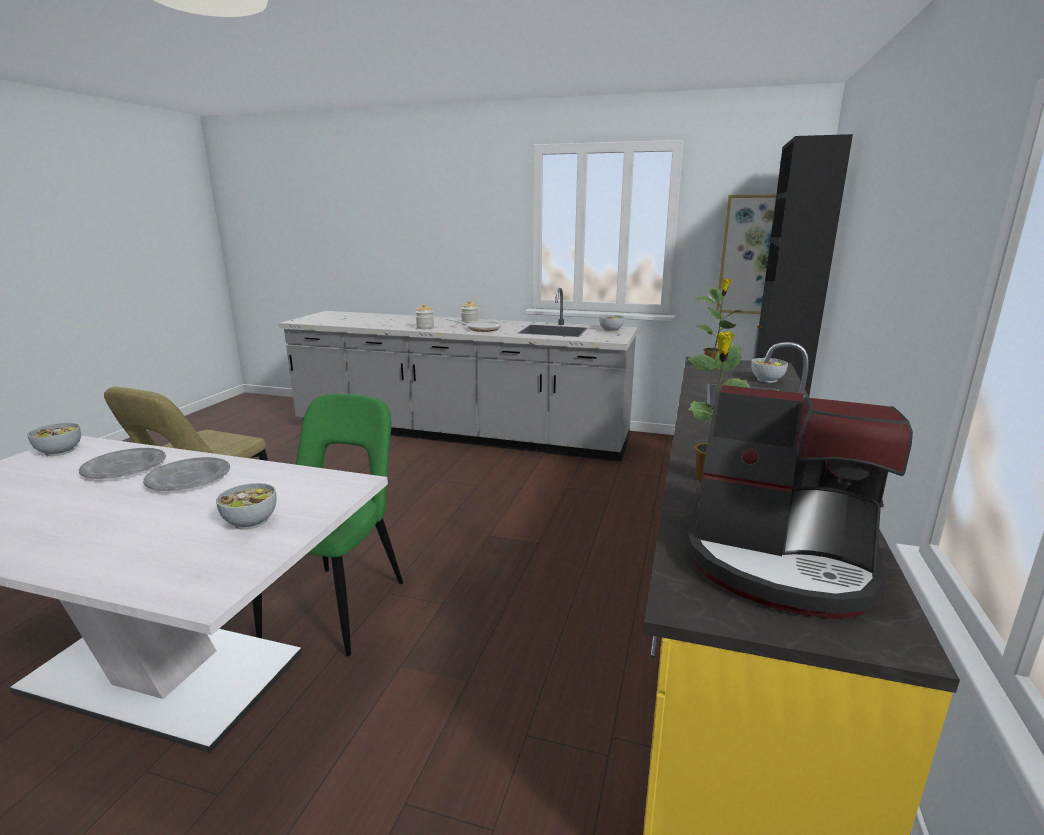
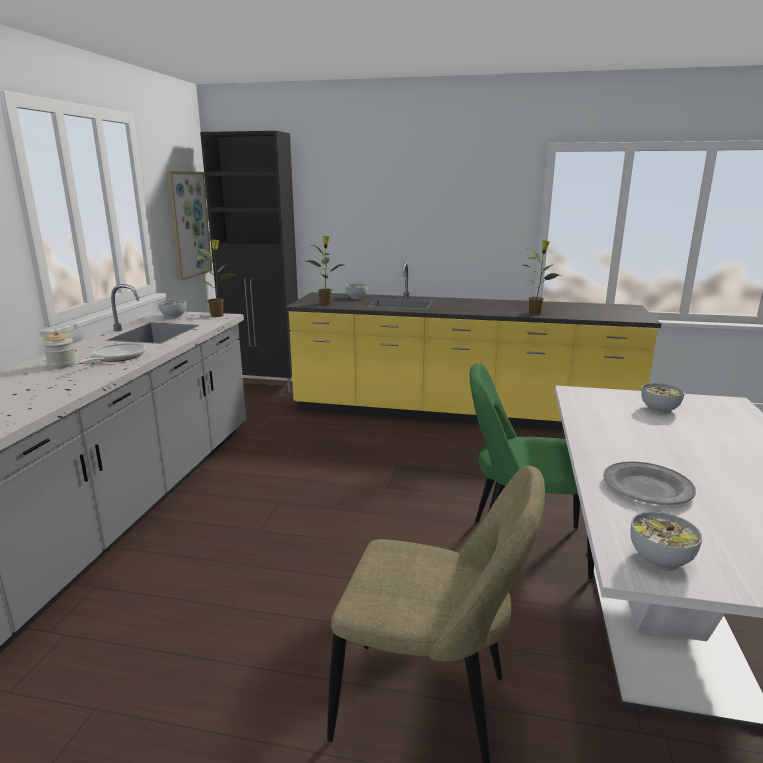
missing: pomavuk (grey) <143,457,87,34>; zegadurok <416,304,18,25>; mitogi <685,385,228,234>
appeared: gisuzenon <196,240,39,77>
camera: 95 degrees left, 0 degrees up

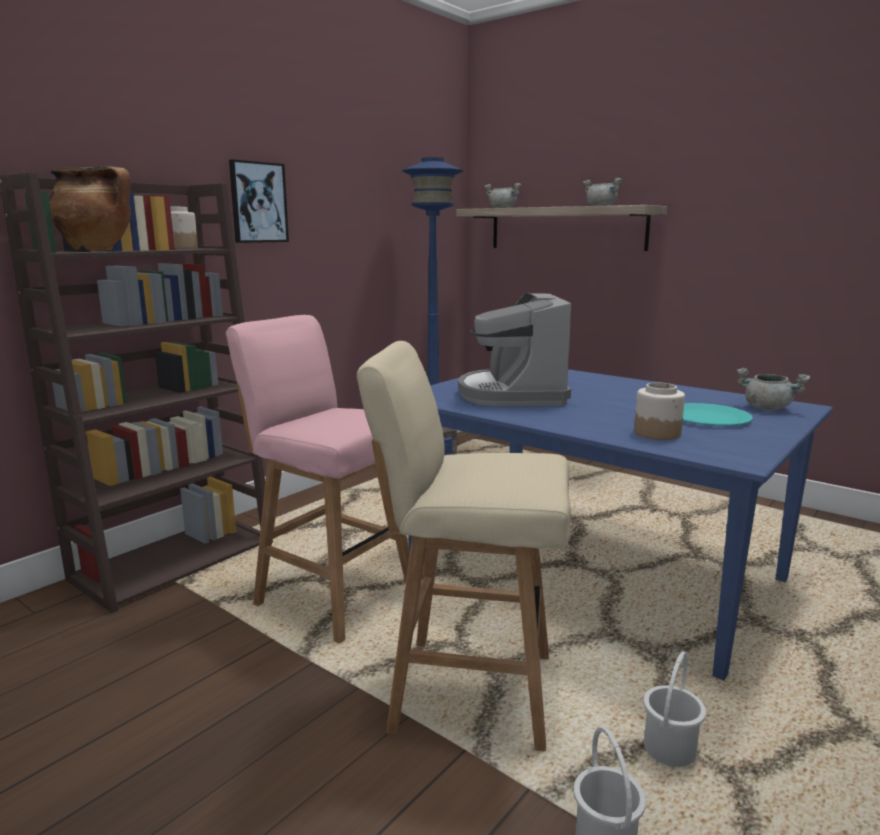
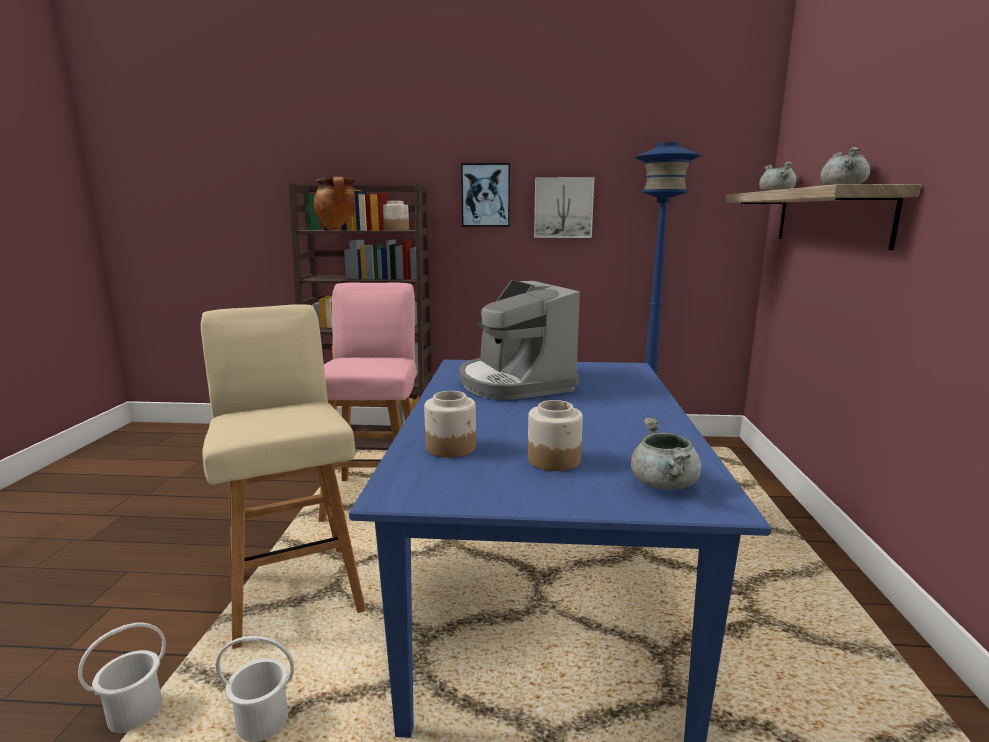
appeared: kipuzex <534,177,61,61>
exchanged: pomavuk (turquoise) <683,403,70,23> to zegadurok <528,400,55,71>
spun: mitogi <458,292,113,114> = <459,280,121,120> 75 degrees counterclockwise
camera: 55 degrees right, 0 degrees up

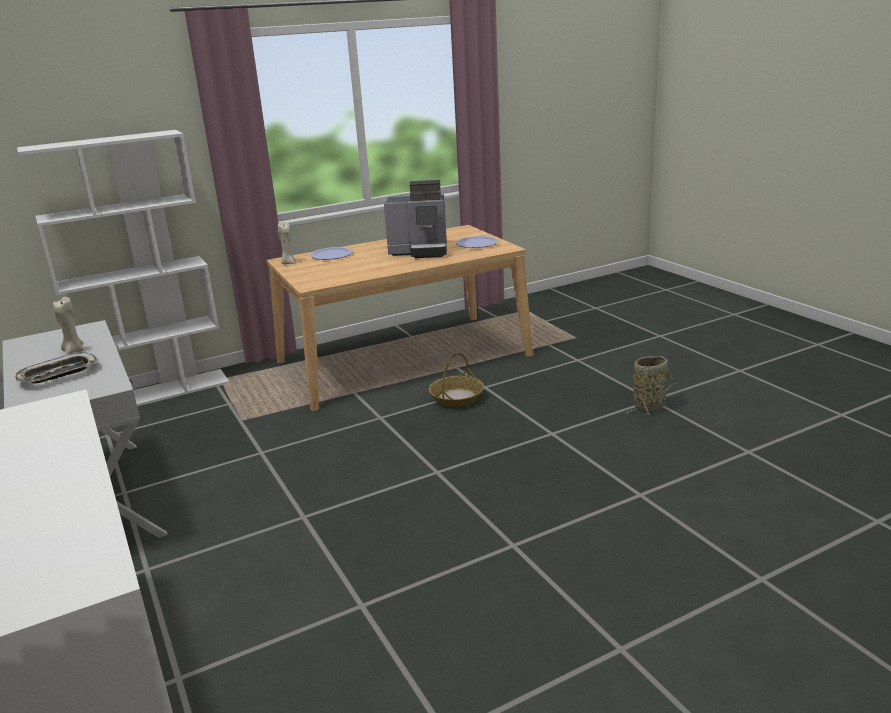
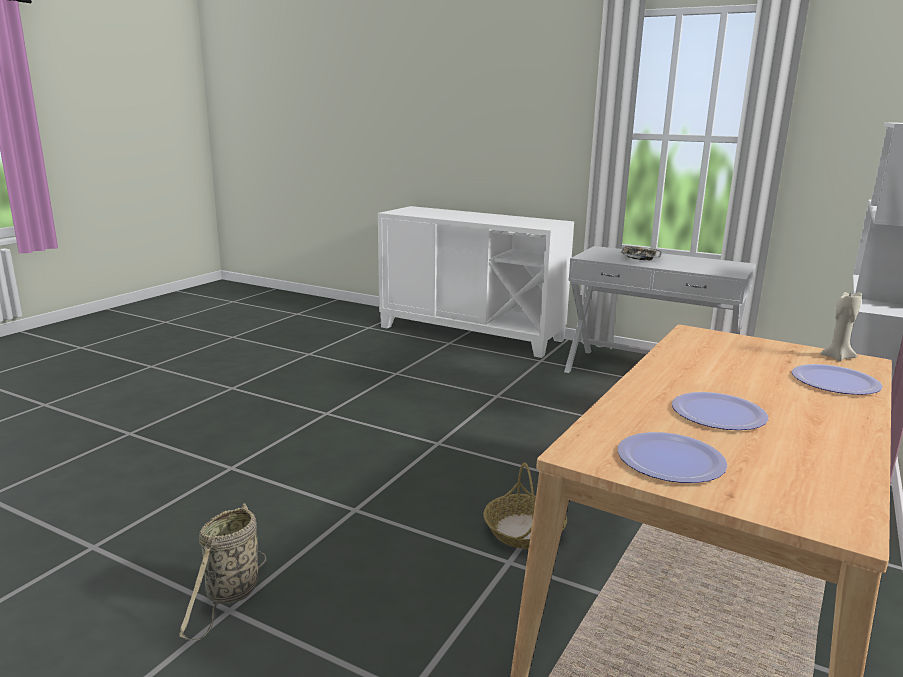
missing: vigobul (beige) <53,297,30,57>
exchanged: mitogi <384,180,63,78> to pomavuk <672,392,97,38>
camera: 145 degrees right, 5 degrees down

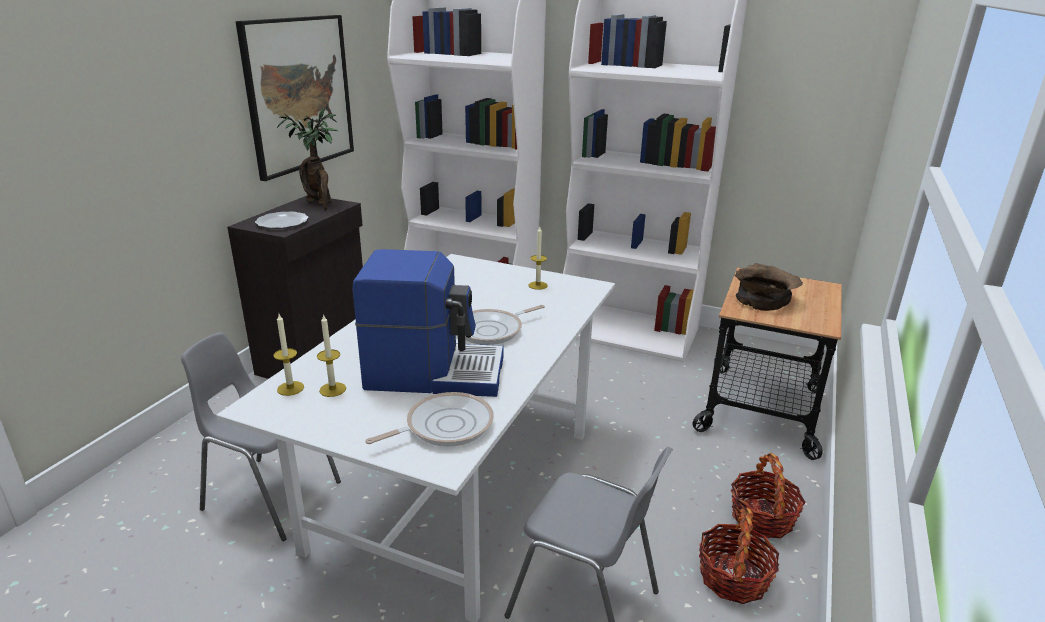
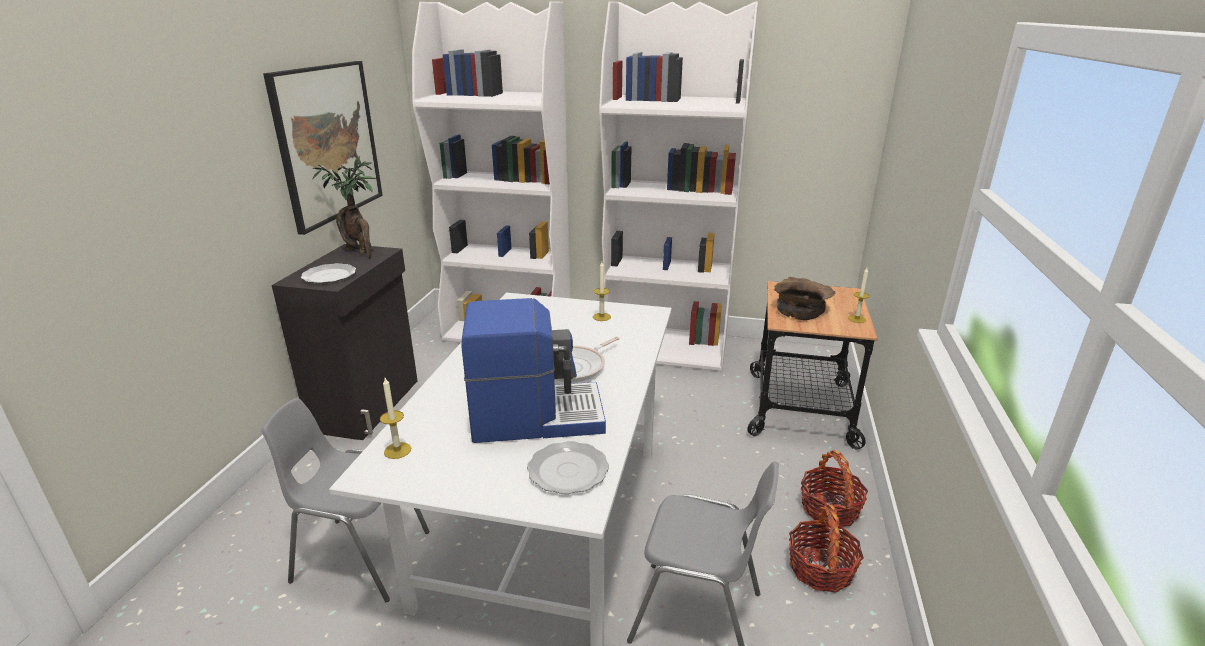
relocated: vigobul <317,314,29,83> to <848,268,22,55>
exchanged: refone <365,392,129,55> to pomavuk <527,441,82,53>
camera: 10 degrees left, 0 degrees up

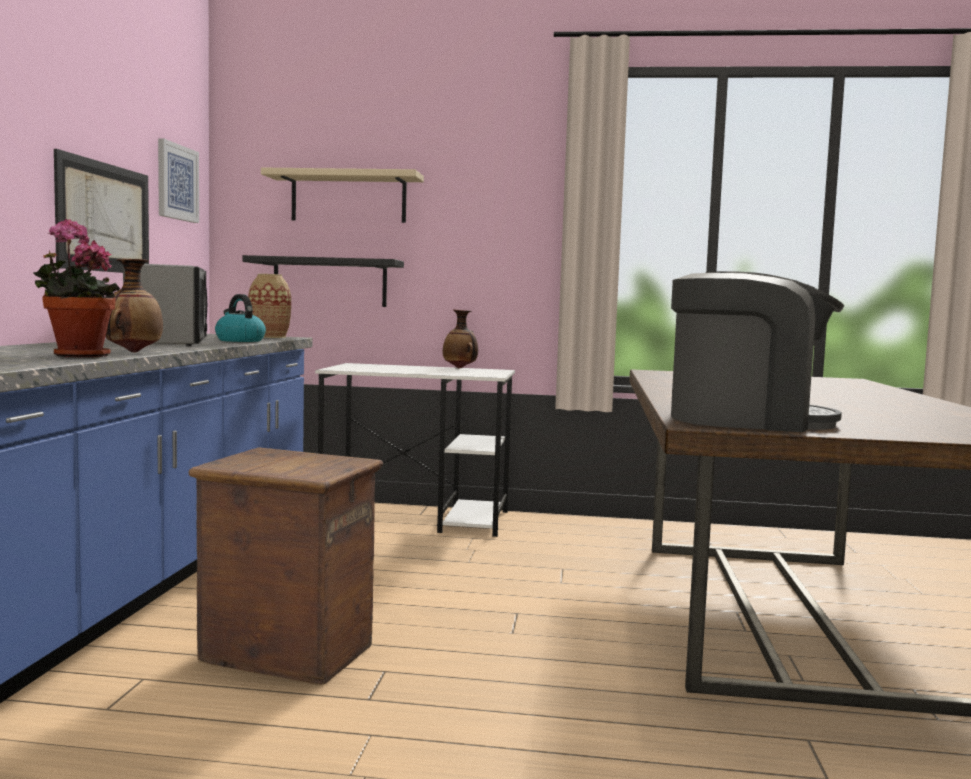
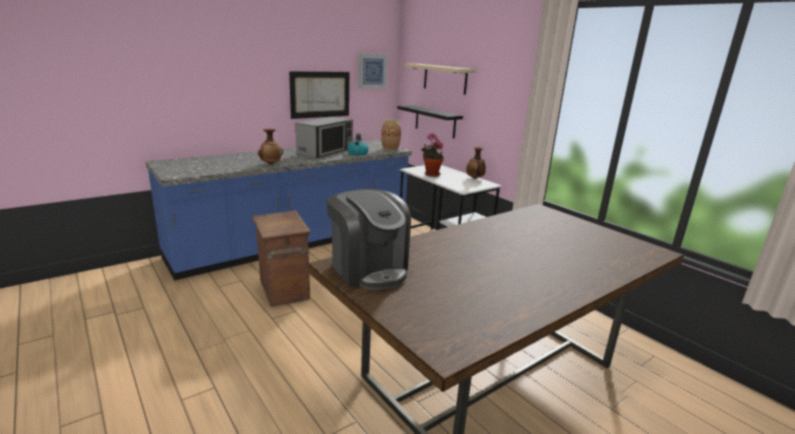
relocated: gisuzenon <34,219,86,139> to <421,133,23,44>
camera: 45 degrees right, 15 degrees up

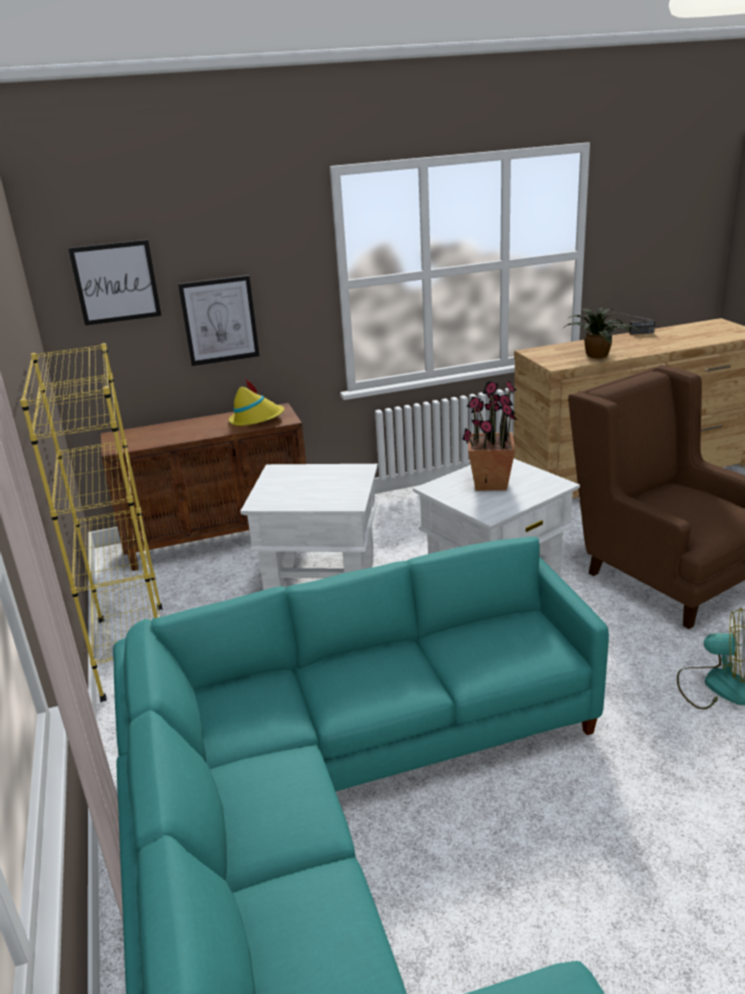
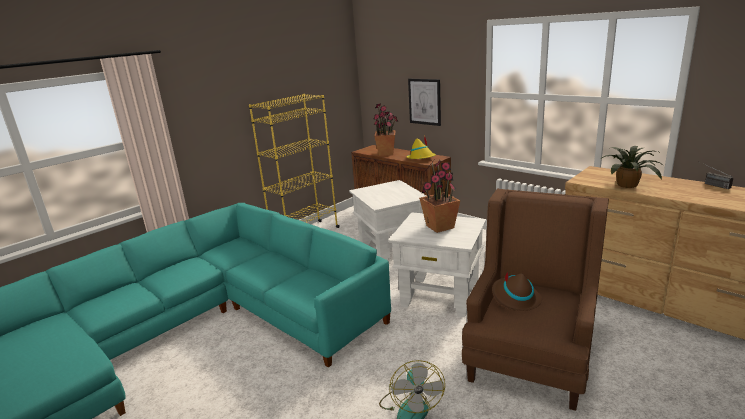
missing: kipuzex <68,240,93,86>
appeared: gisuzenon <373,103,25,53>; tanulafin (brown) <492,273,50,38>
camera: 60 degrees right, 5 degrees down

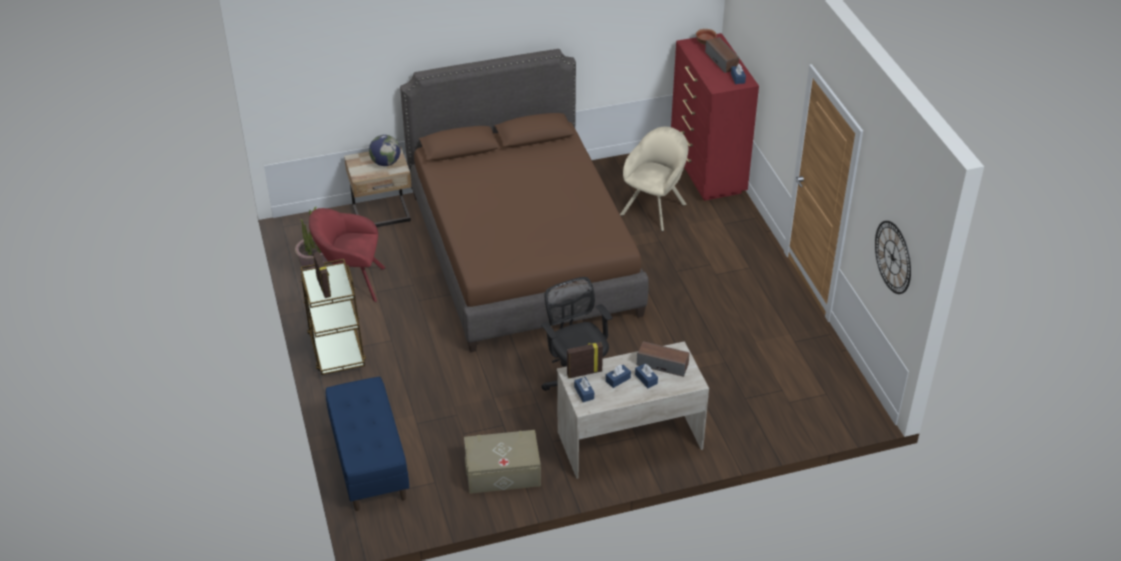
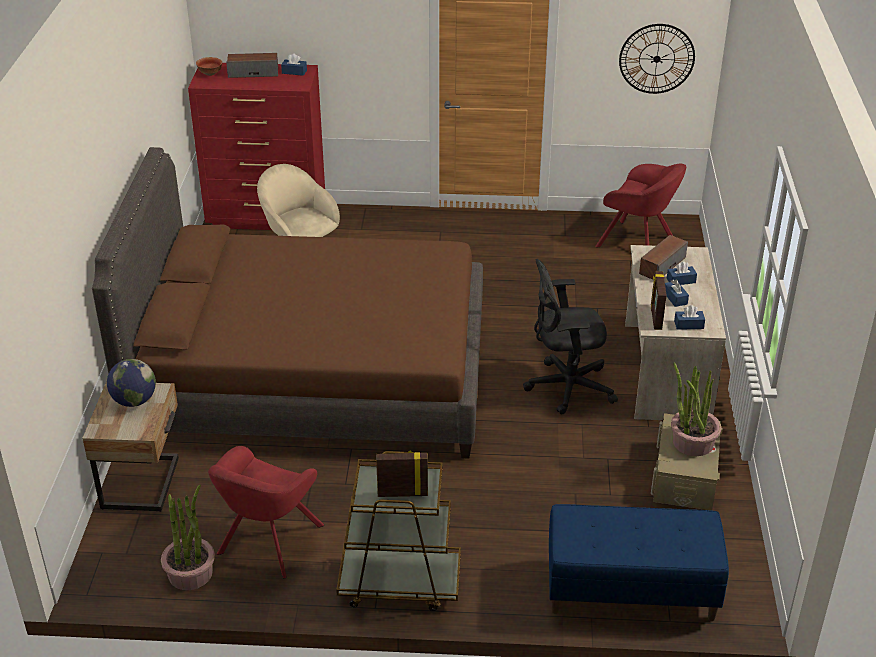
appeared: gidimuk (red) <595,164,91,84>; gisuzenon <671,363,50,93>
camera: 70 degrees left, 5 degrees down

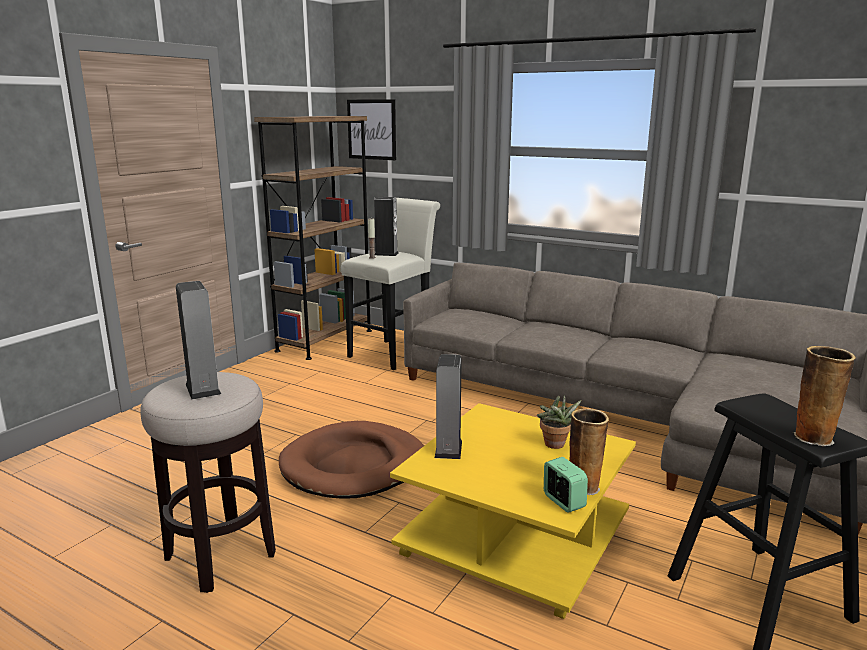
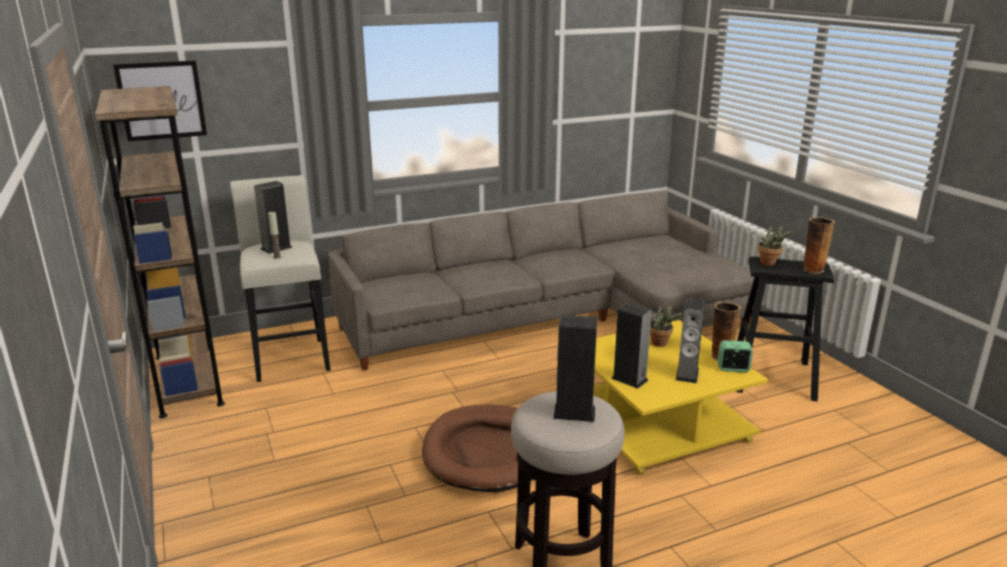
appeared: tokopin <676,298,29,85>; gisuzenon <758,224,35,42>
camera: 55 degrees left, 5 degrees up

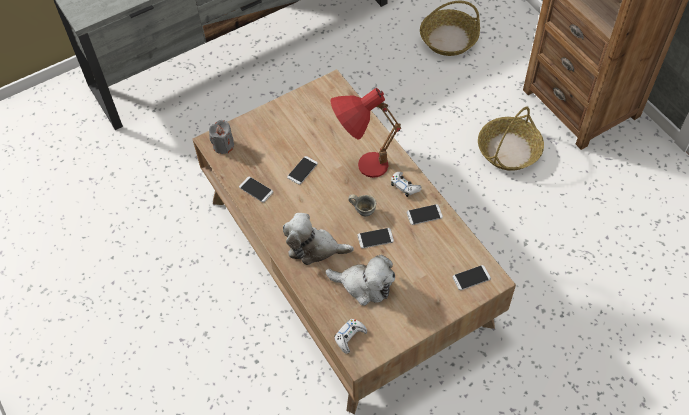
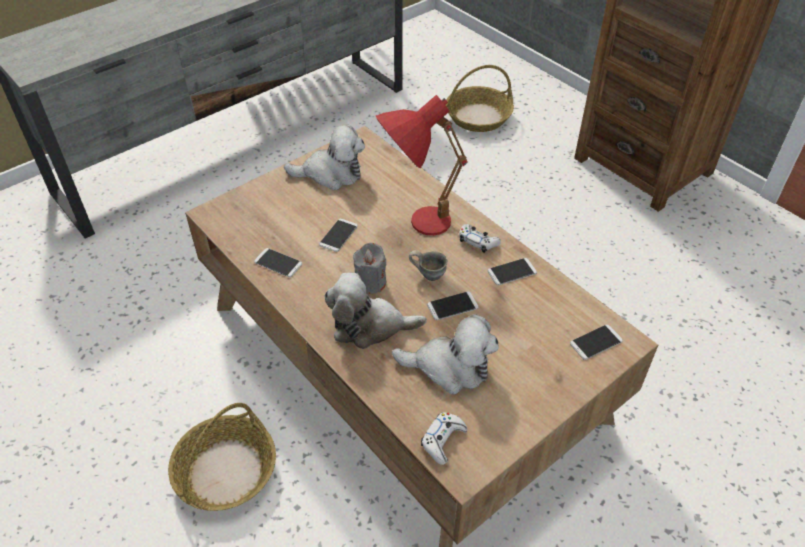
appeared: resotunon <284,124,81,66>
relocated: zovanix <478,107,66,64> to <168,403,108,108>; vigobul (grey) <209,120,25,34> to <353,243,33,51>
camera: 10 degrees left, 10 degrees down

